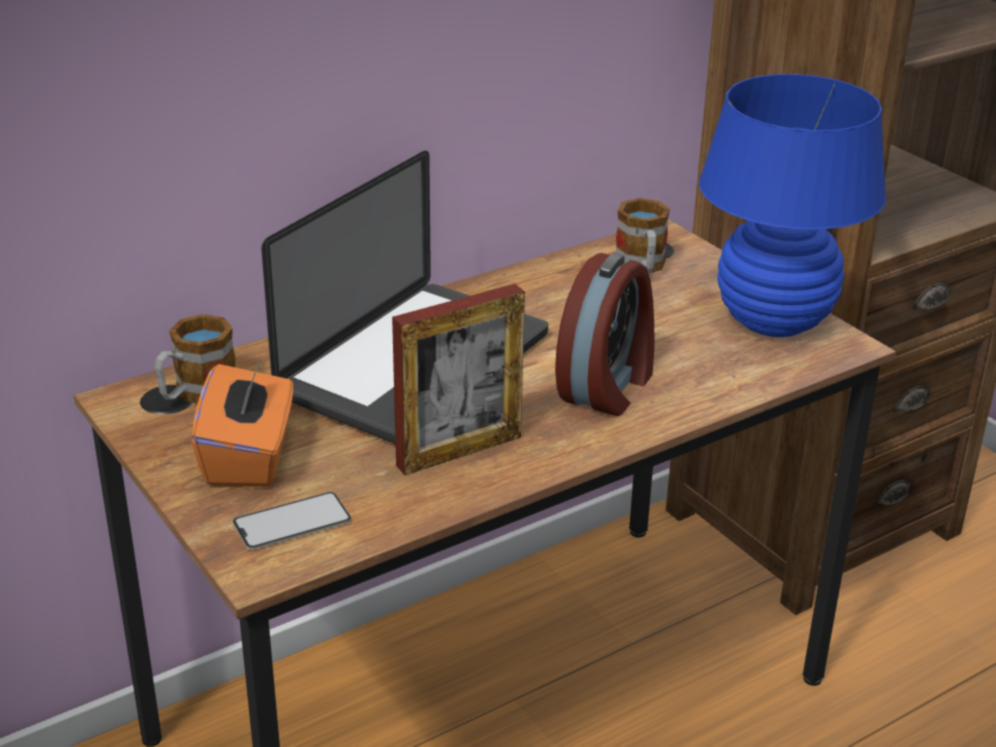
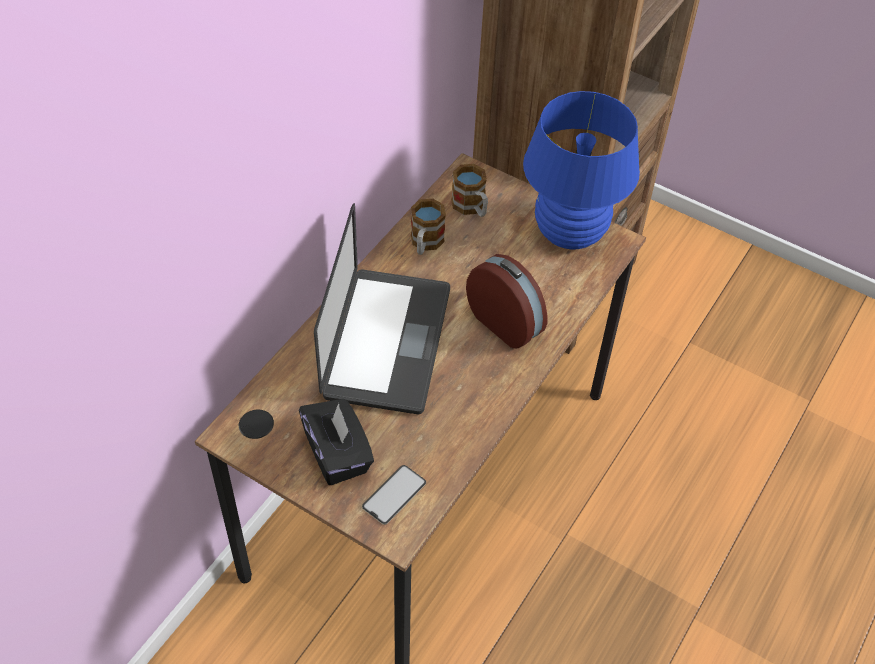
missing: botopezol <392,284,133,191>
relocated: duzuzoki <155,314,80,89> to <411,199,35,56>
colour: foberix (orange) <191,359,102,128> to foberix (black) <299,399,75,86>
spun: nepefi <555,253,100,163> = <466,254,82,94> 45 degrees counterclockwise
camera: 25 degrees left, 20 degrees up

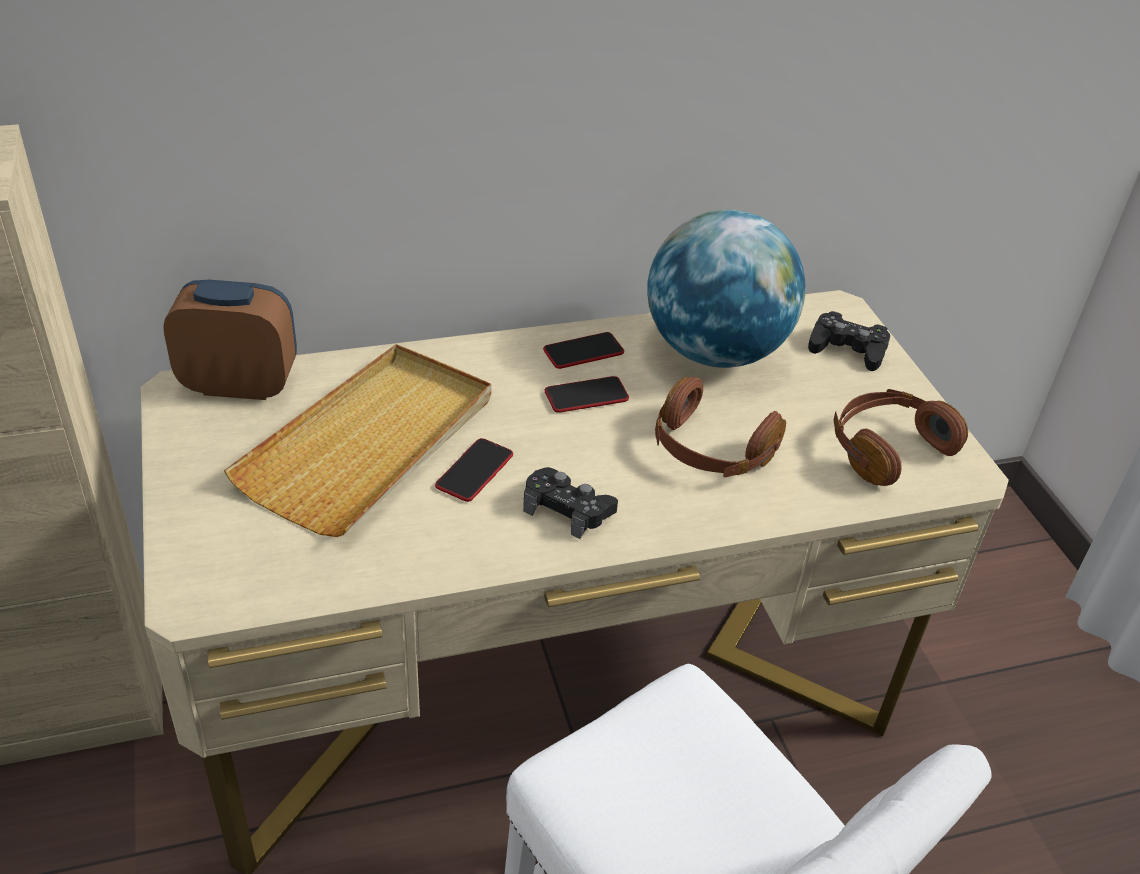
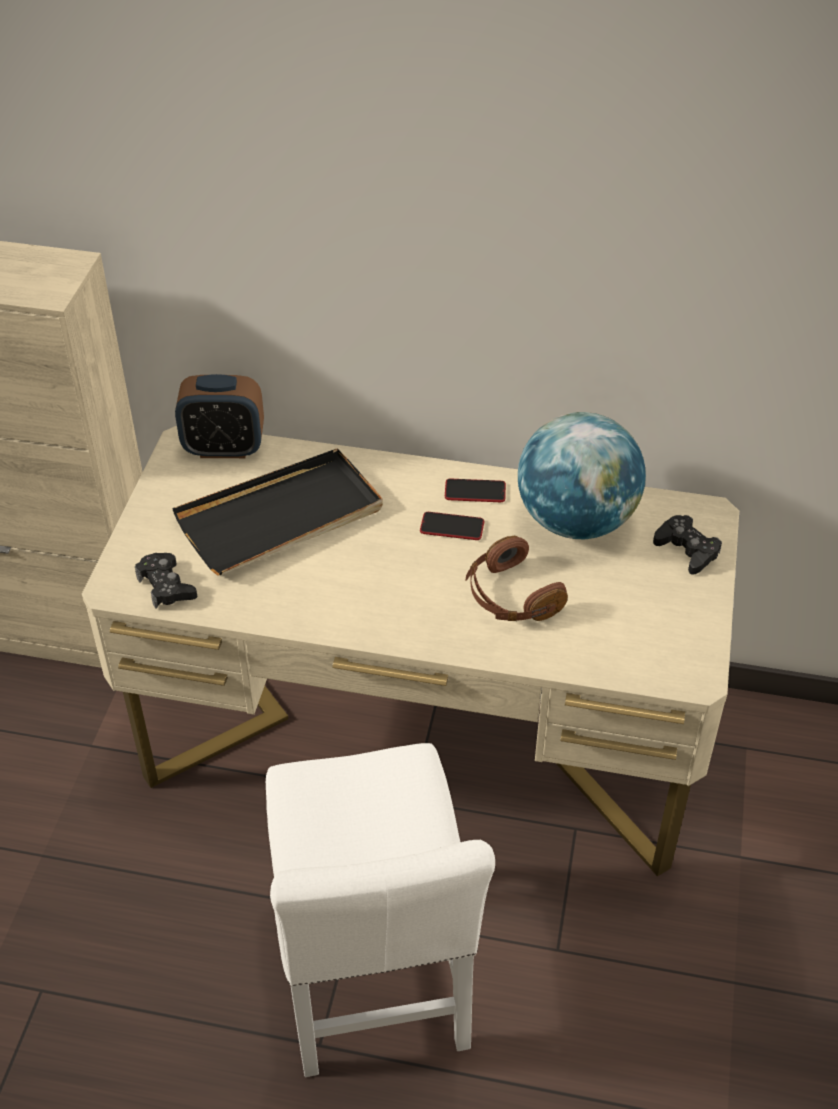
missing: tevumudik <435,438,78,64>; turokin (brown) <834,389,134,97>
relocated: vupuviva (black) <523,467,95,72> to <135,553,62,56>
colour: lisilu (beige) <224,344,267,193> to lisilu (black) <172,448,211,127>
spun: nepefi <163,280,134,120> = <175,374,89,84> 150 degrees clockwise
camera: 30 degrees right, 5 degrees up

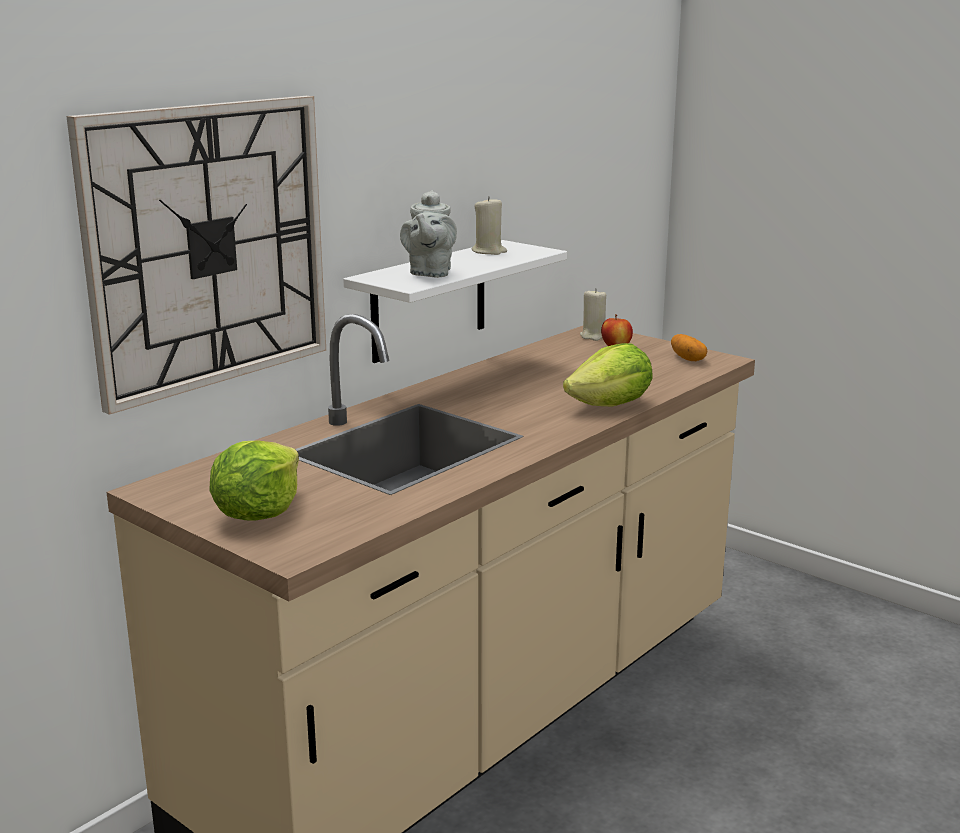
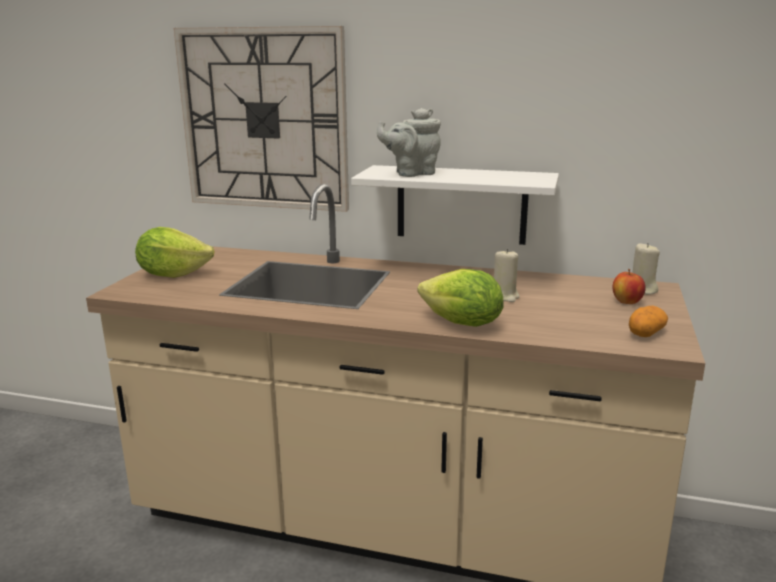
relocated: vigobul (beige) <472,196,35,59> to <494,249,26,53>
camera: 65 degrees right, 0 degrees up

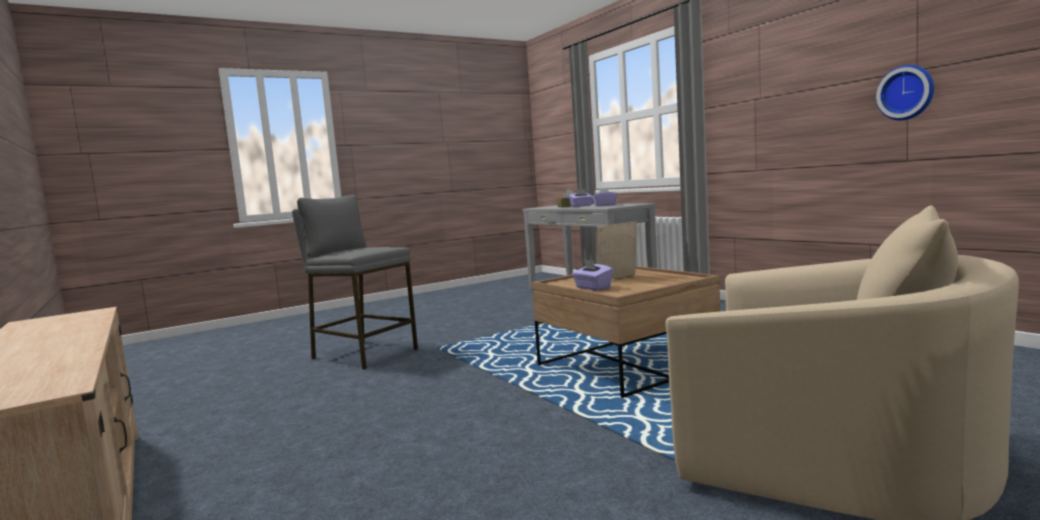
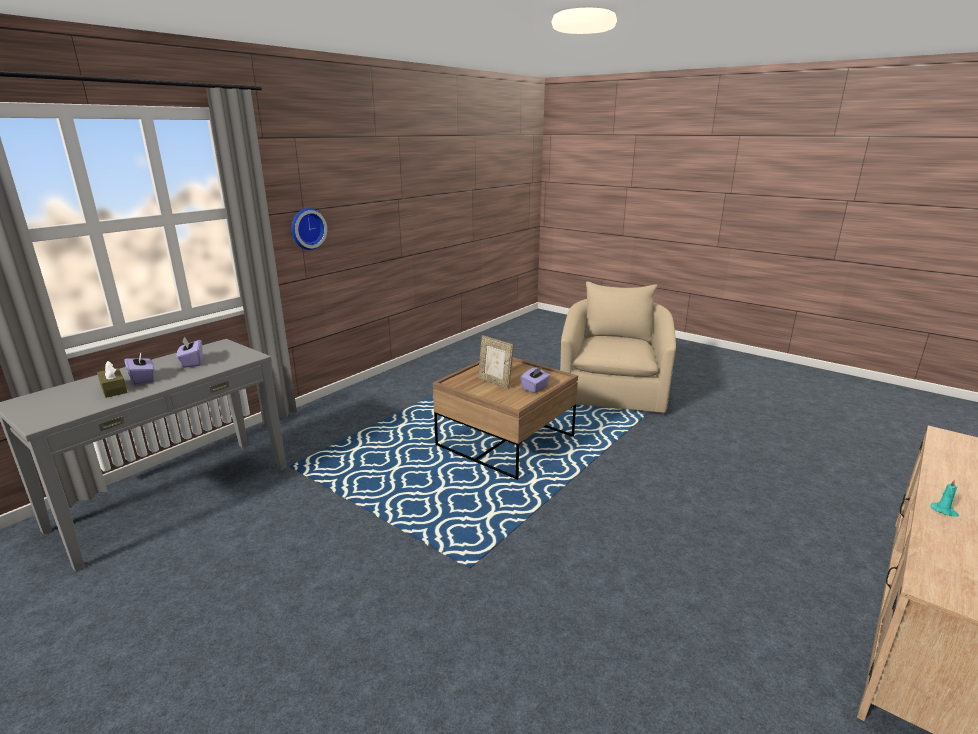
missing: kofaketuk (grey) <292,195,126,175>
appeared: vigobul (turquoise) <931,479,28,38>
relocated: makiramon <876,65,58,55> to <291,208,36,42>
camera: 110 degrees left, 15 degrees up

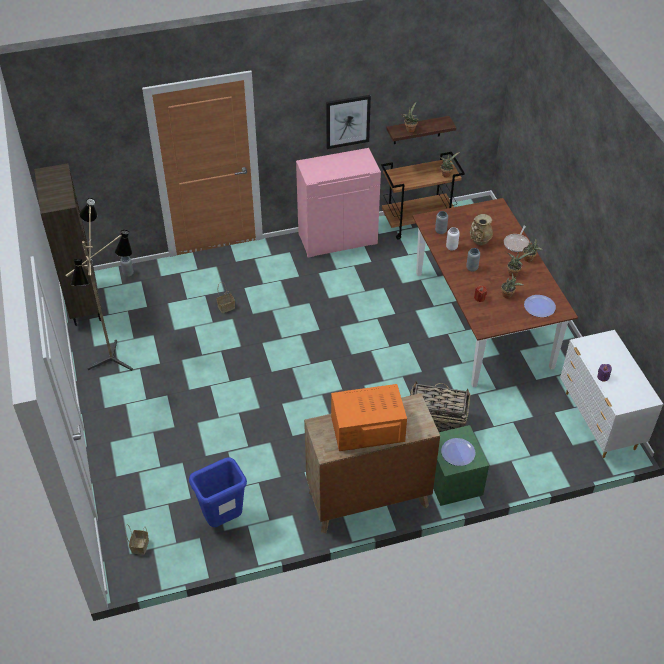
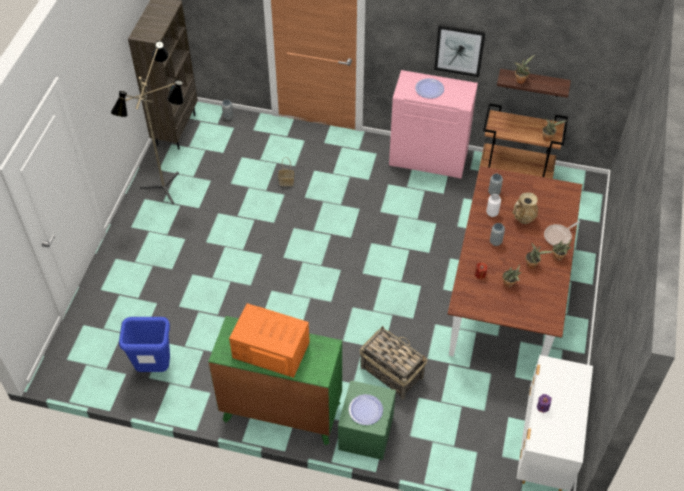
missing: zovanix <125,524,24,31>
relocated: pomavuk <524,295,32,22> to <415,78,29,21>
colour: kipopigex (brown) <304,393,136,140> to kipopigex (green) <208,316,134,129>
camera: 30 degrees right, 5 degrees up

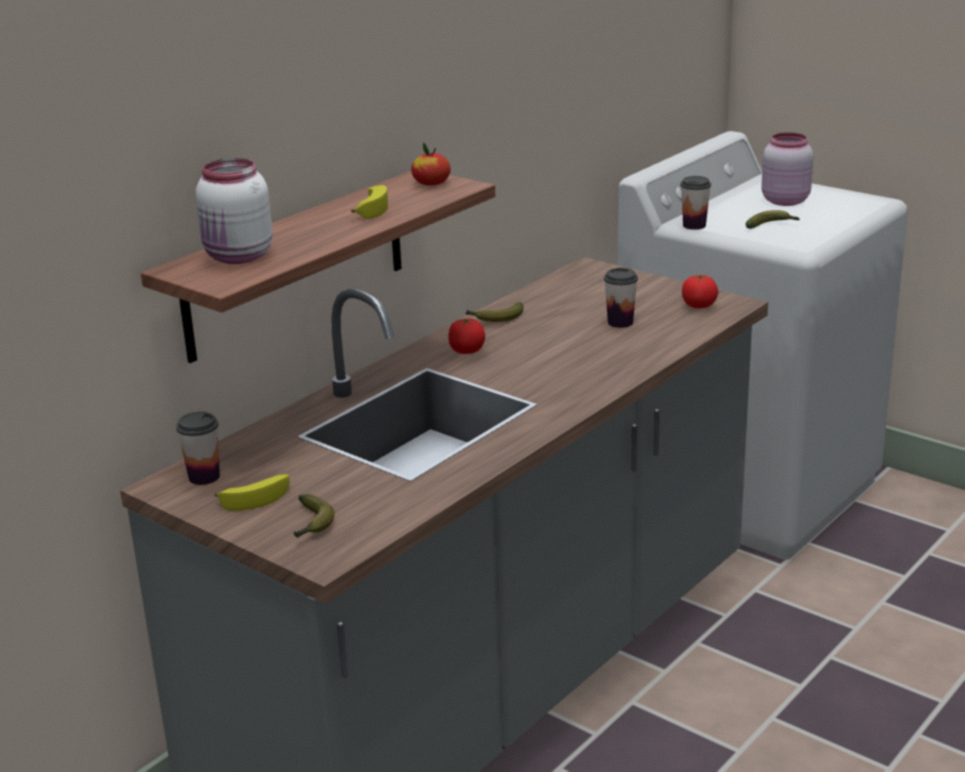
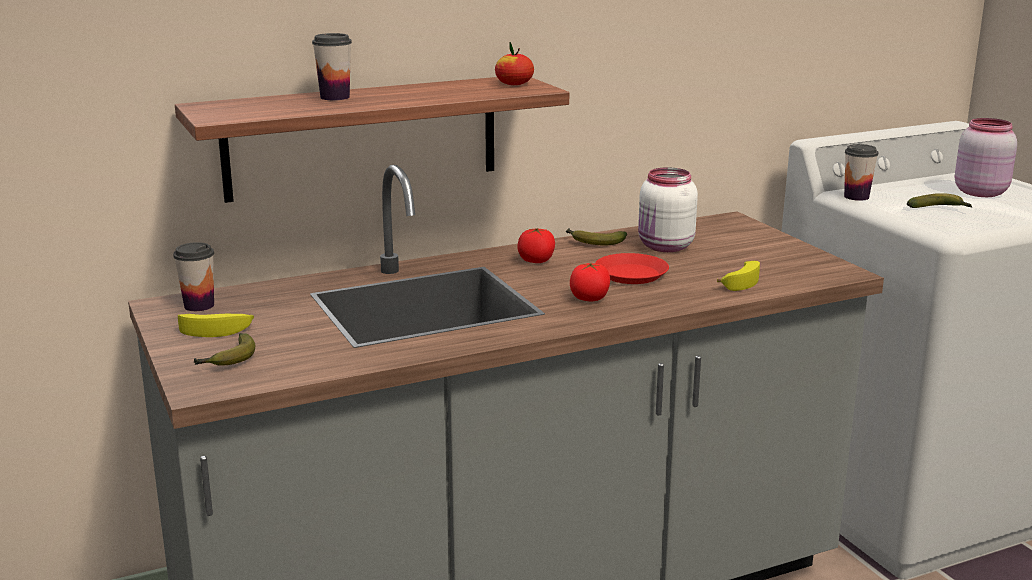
appeared: pomavuk (red) <595,253,74,31>
relocated: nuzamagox <604,268,34,60> to <312,33,40,67>; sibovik <682,275,36,33> to <570,262,40,39>; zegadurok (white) <196,158,77,106> to <638,167,60,85>; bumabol <351,185,37,34> to <717,261,43,30>
camera: 25 degrees right, 5 degrees down

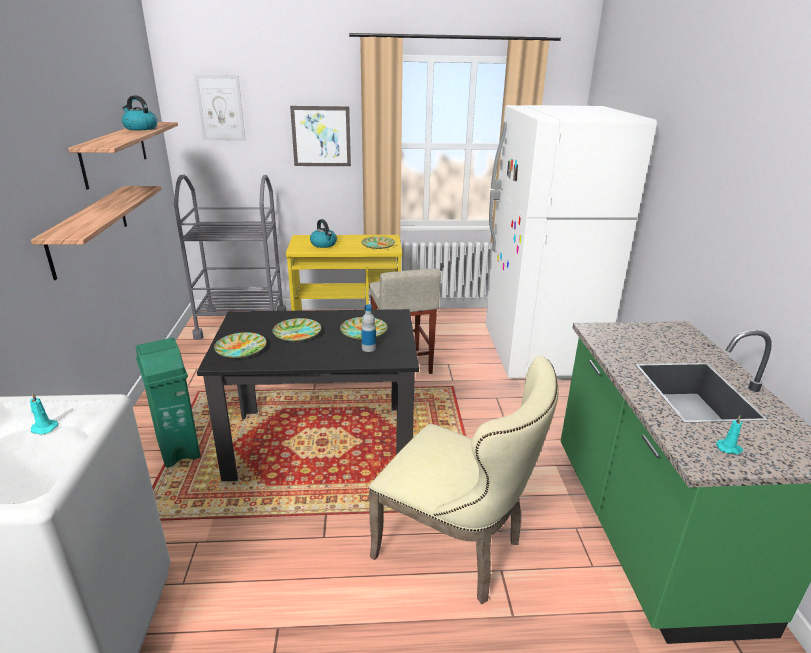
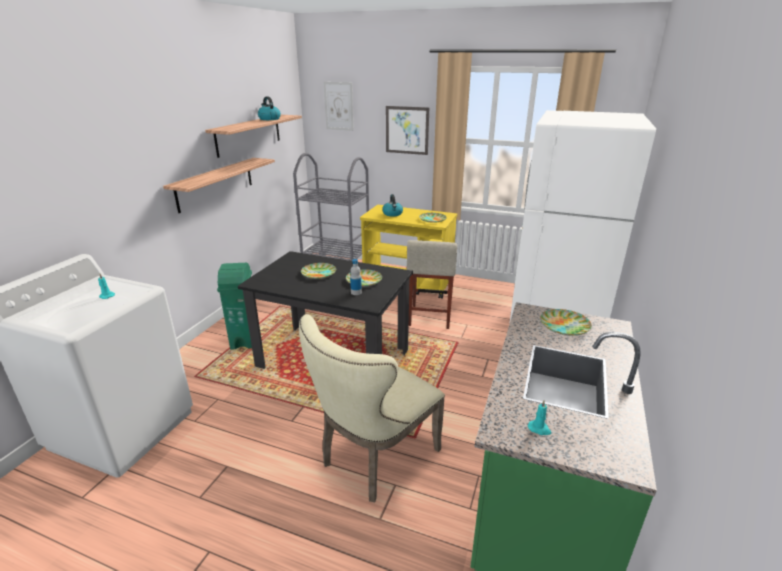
relocated: pomavuk <214,332,53,26> to <540,309,52,27>
spun: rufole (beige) <369,356,189,248> = <299,314,146,188> 75 degrees clockwise
camera: 25 degrees right, 0 degrees up

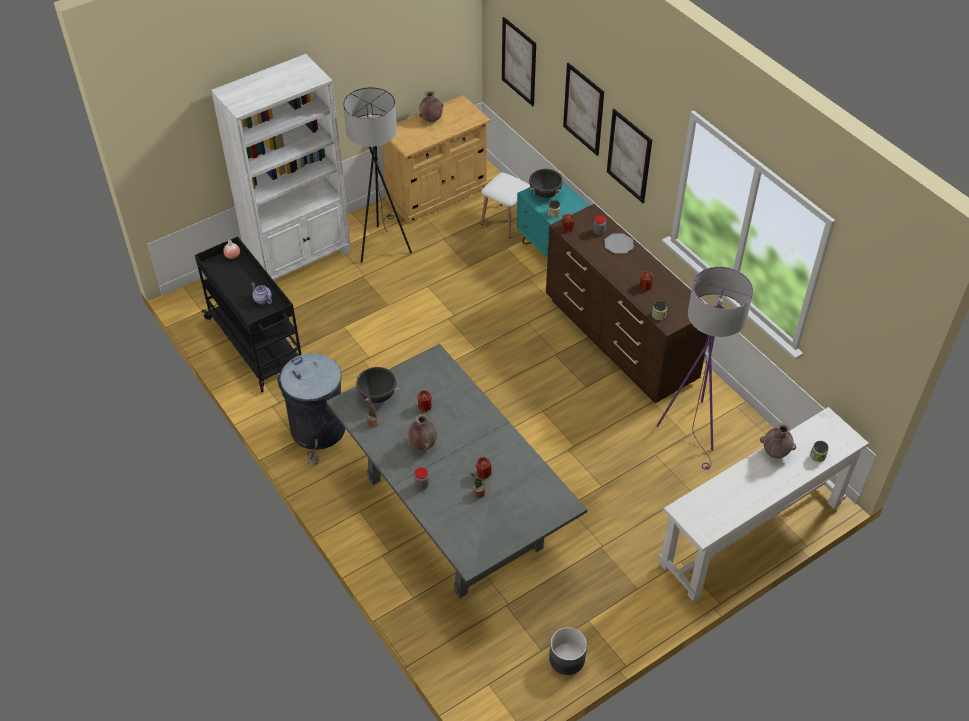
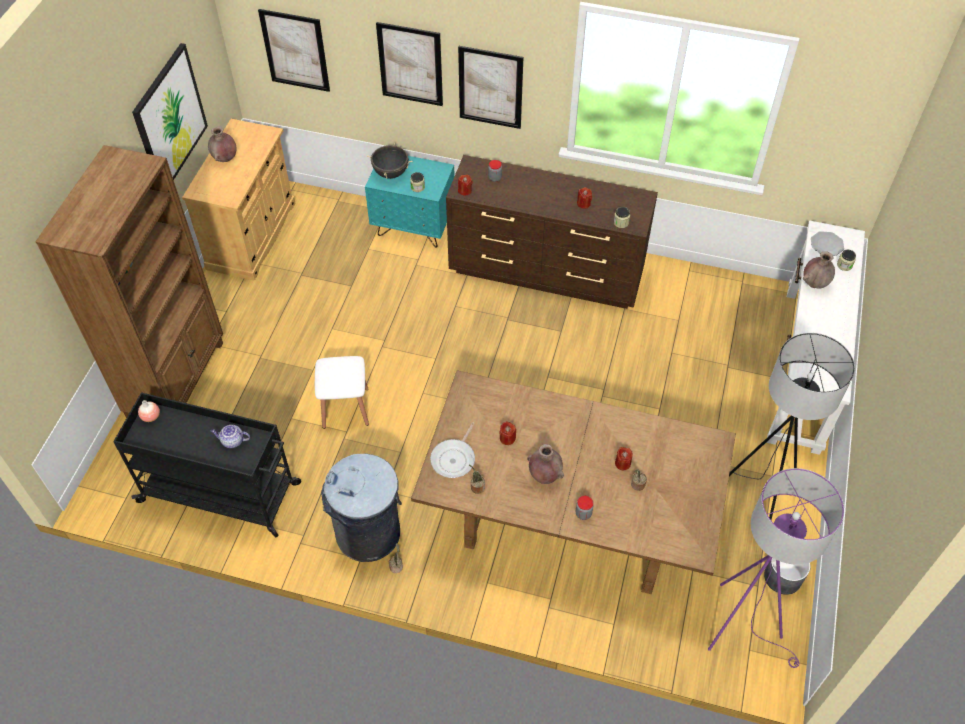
appeared: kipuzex <132,43,76,137>
relocated: kofaketuk (white) <481,173,49,65> to <315,356,54,73>; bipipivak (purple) <656,267,97,203> to <708,468,136,200>; bipipivak (grey) <343,87,69,176> to <729,333,126,187>; pomavuk <604,234,30,20> to <811,231,33,25>
exchanged: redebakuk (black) <353,365,46,38> to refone <430,422,45,56>
colour: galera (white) <211,54,140,228> to galera (brown) <35,145,188,273>; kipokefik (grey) <326,344,261,254> to kipokefik (brown) <411,370,325,224>
camera: 40 degrees left, 5 degrees up

